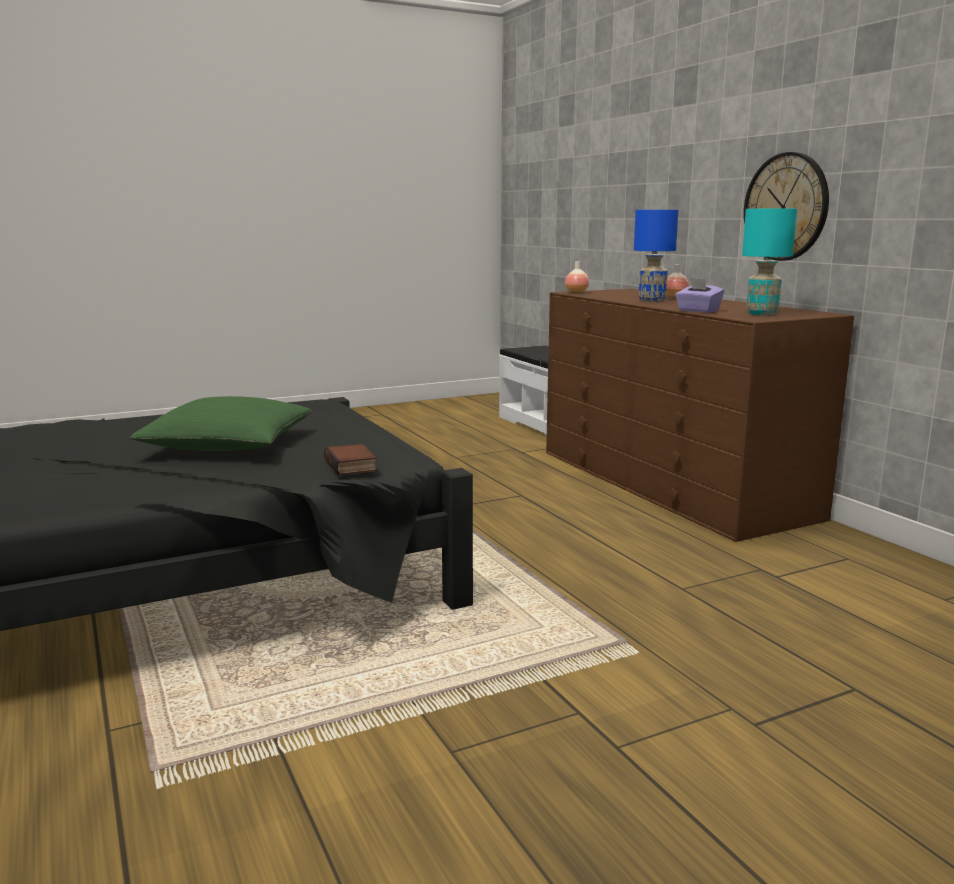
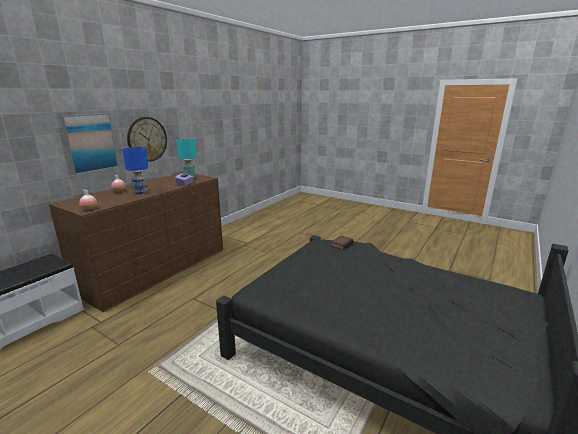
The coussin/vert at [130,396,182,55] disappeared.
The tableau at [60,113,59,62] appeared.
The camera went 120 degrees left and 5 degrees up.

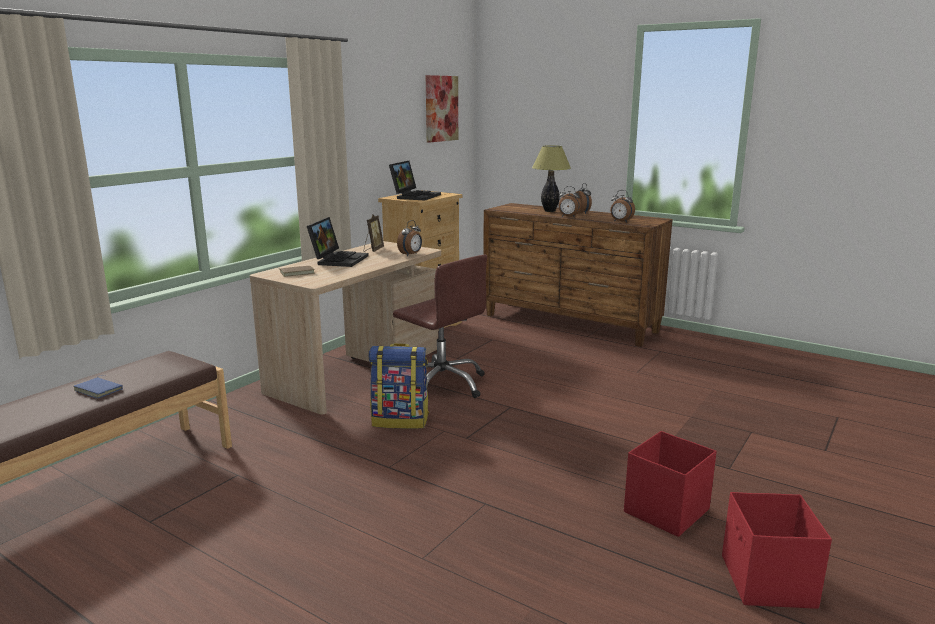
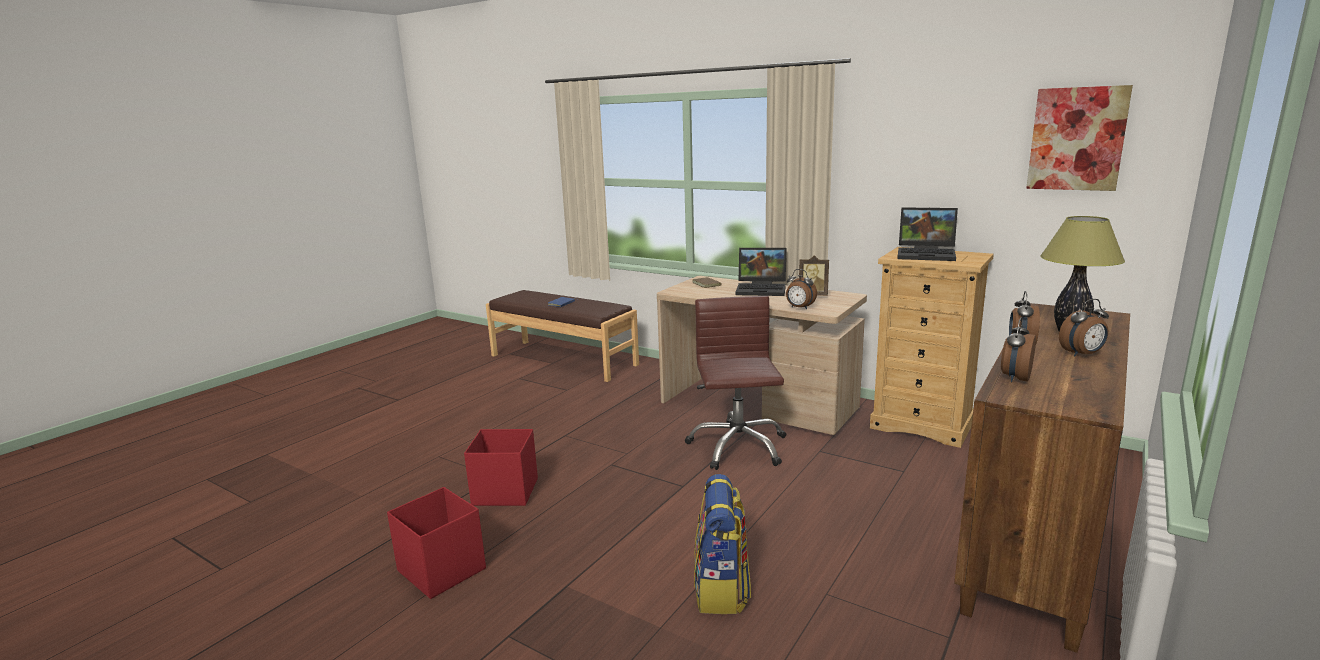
The sac à dos moved from [369,343,60,86] to [694,474,57,140].
The chaise de bureau/marron at [393,255,94,143] turned 135 degrees clockwise.
The boîte de rangement/rouge moved from [722,492,110,117] to [464,429,74,77].
The camera went 90 degrees right and 0 degrees up.

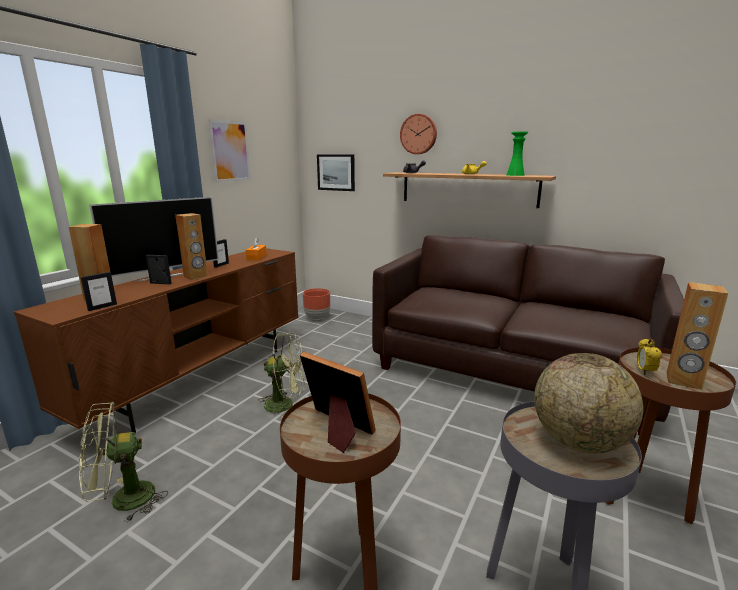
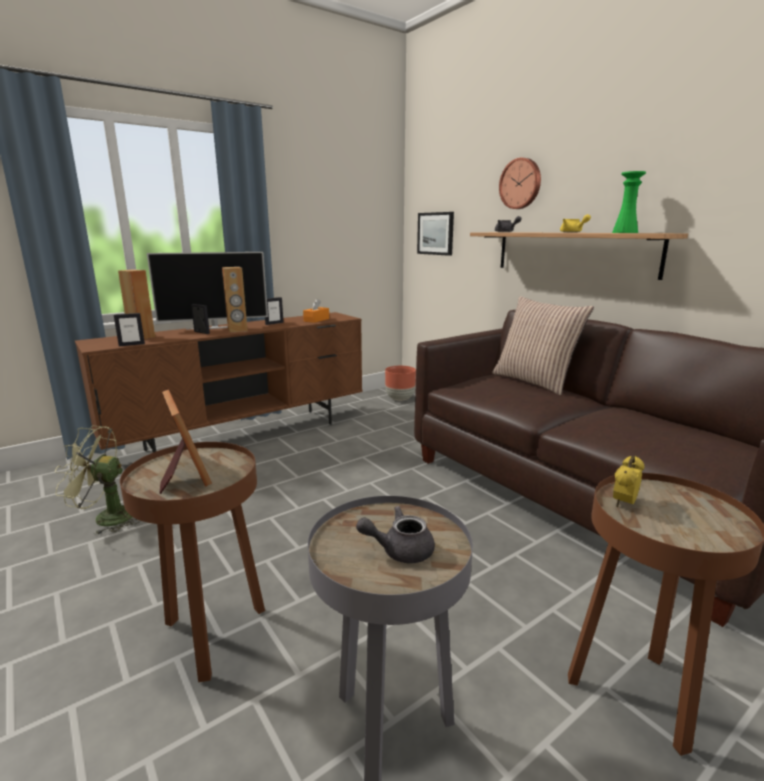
The tableau at [208,119,43,63] disappeared.
The ventilateur/vert at [258,333,48,85] disappeared.
The globe at [534,353,109,101] was replaced by the théière/gris at [356,506,79,57].
The enceinte/marron at [667,282,61,108] disappeared.
The coussin at [492,296,102,99] appeared.
The camera went 25 degrees right and 0 degrees up.

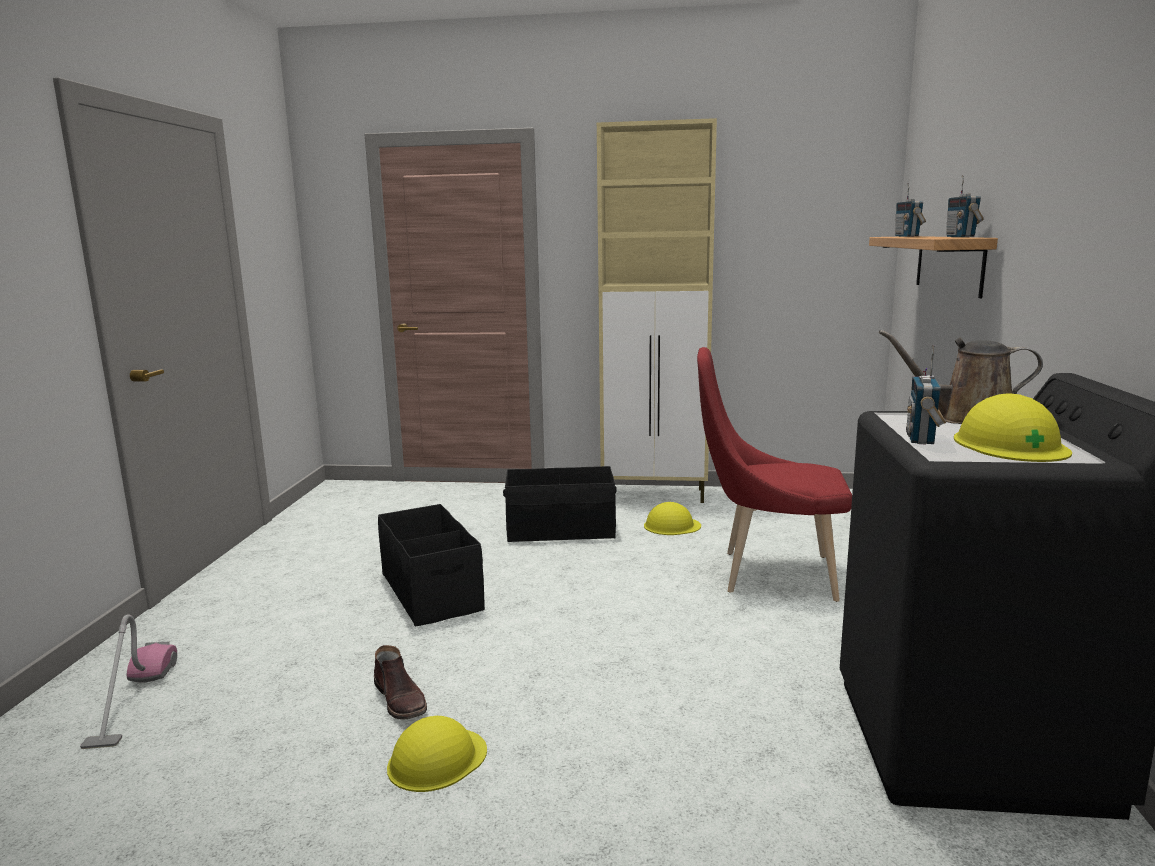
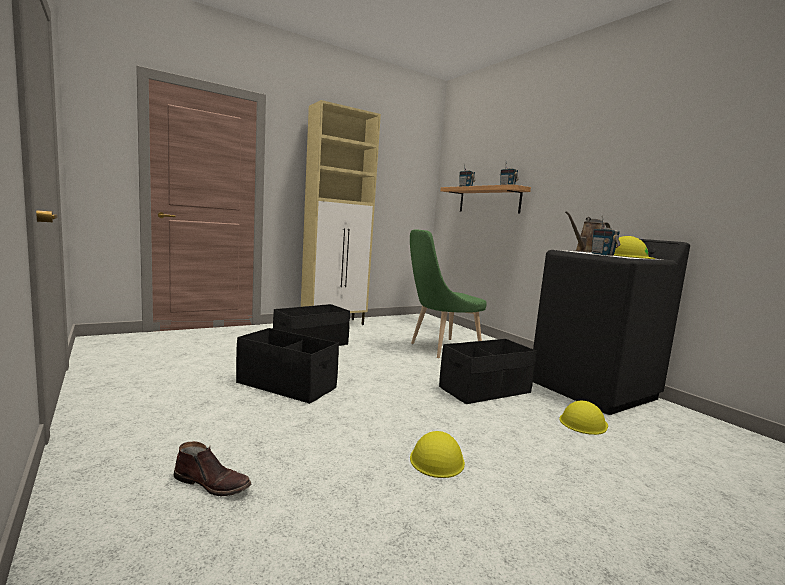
The aspirateur at [80,615,97,134] disappeared.
The botte/marron moved from [374,645,53,75] to [173,441,78,55].
The casque de chantier/jaune moved from [644,502,57,33] to [559,401,49,34].
The chaise/rouge at [697,347,155,255] became the chaise/vert at [410,229,77,129].
The boîte de rangement/noir at [439,339,98,65] appeared.
The camera went 40 degrees left and 5 degrees down.

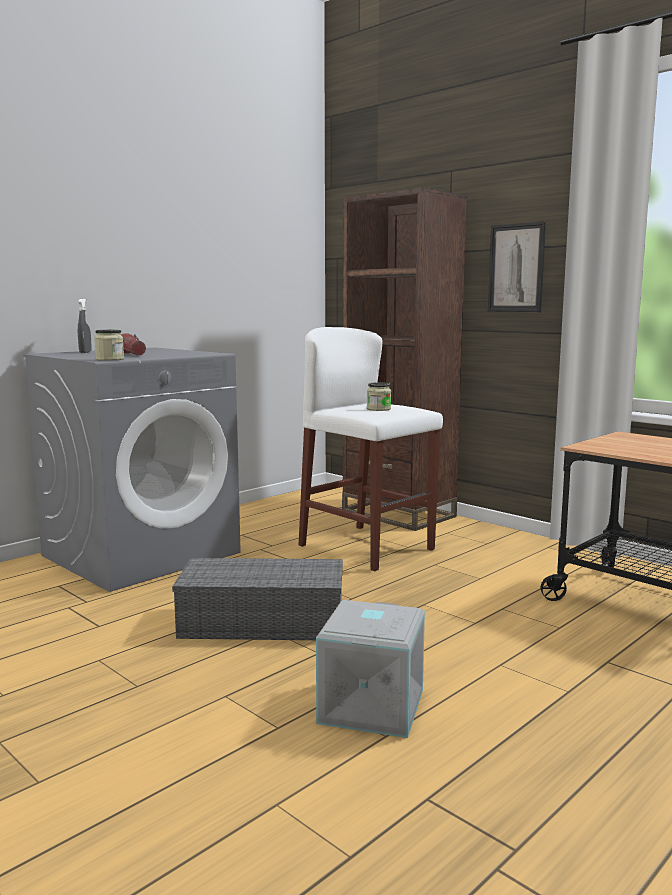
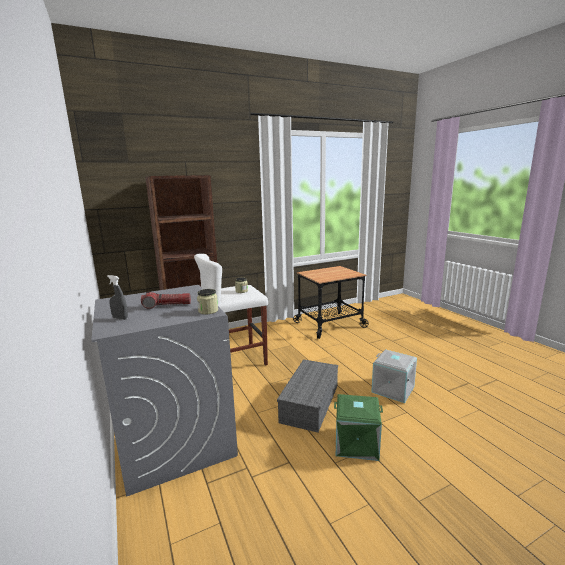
The tableau at [488,221,58,91] disappeared.
The boîte de rangement/vert at [334,394,49,67] appeared.
The camera went 70 degrees left and 5 degrees up.

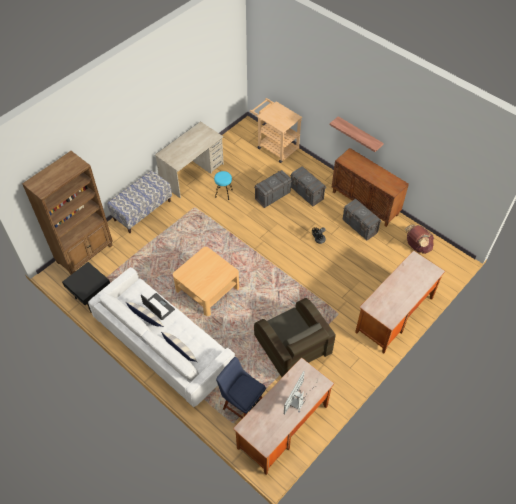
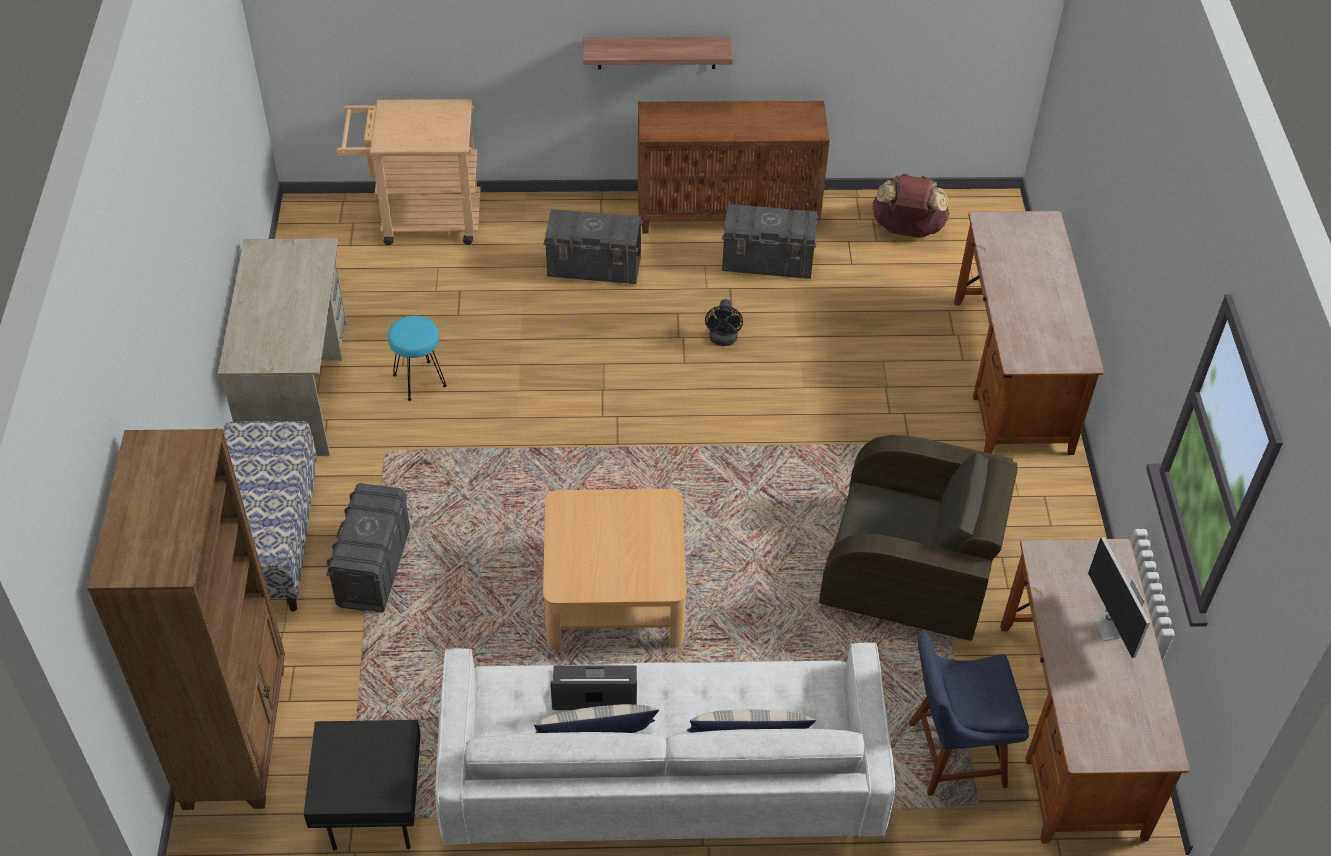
The boîte de rangement/gris moved from [254,170,38,38] to [326,483,84,129].
The camera went 45 degrees left and 5 degrees down.

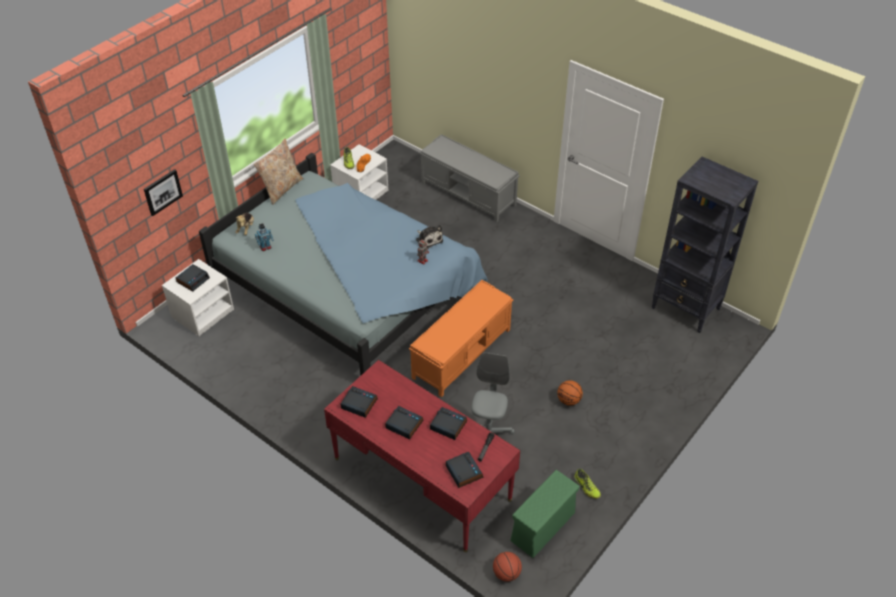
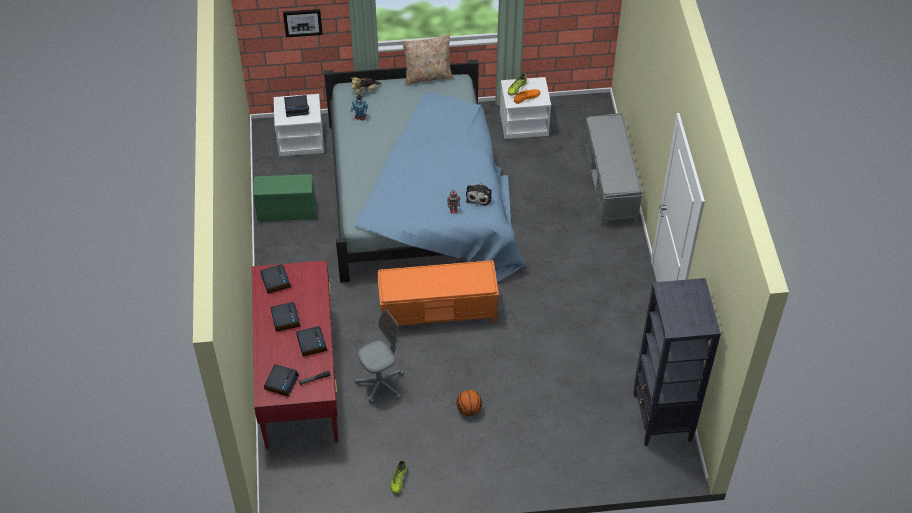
The ballon de basket at [493,552,29,30] disappeared.
The boîte de rangement/vert moved from [511,470,69,88] to [253,174,63,47].
The camera went 45 degrees right and 5 degrees up.

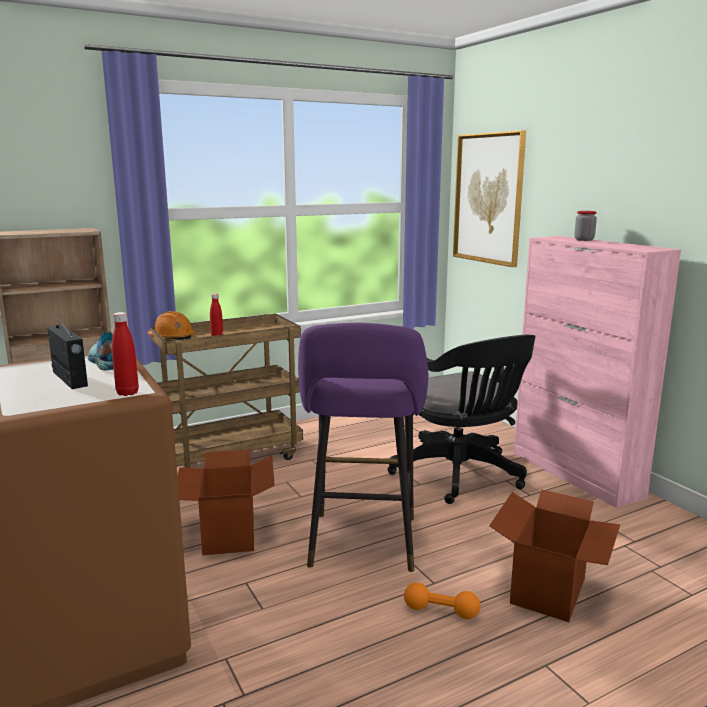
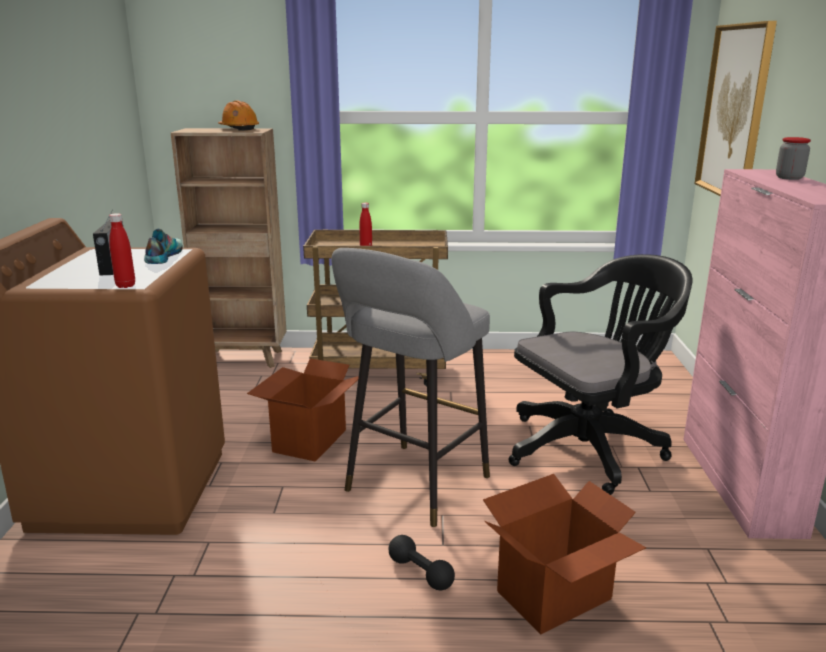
The casque de chantier/orange moved from [148,311,47,29] to [218,100,41,31].
The tabouret/violet at [298,323,130,249] became the tabouret/gris at [332,248,158,279].
The chaise de bureau/noir at [388,335,147,169] turned 120 degrees counterclockwise.
The haltère/orange at [404,582,76,37] became the haltère/noir at [389,535,66,55].
The camera went 30 degrees right and 5 degrees up.

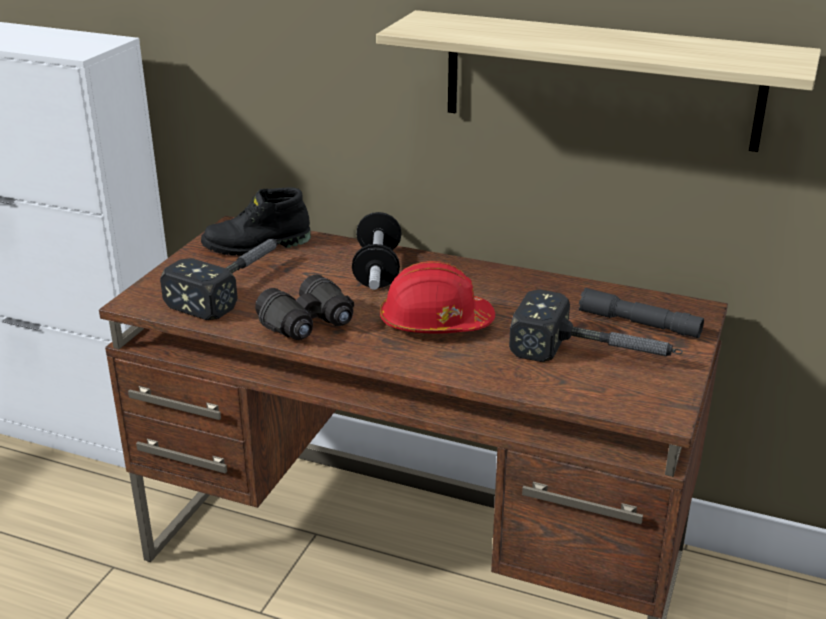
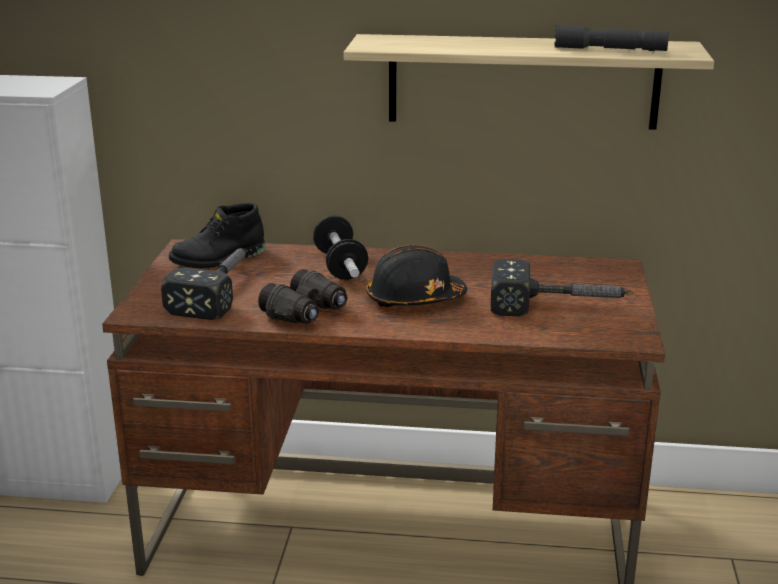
The casque de chantier/rouge at [380,261,115,73] became the casque de chantier/noir at [366,244,101,63].
The lampe de poche/gris moved from [579,288,125,50] to [554,25,115,26].
The camera went 15 degrees left and 5 degrees down.

